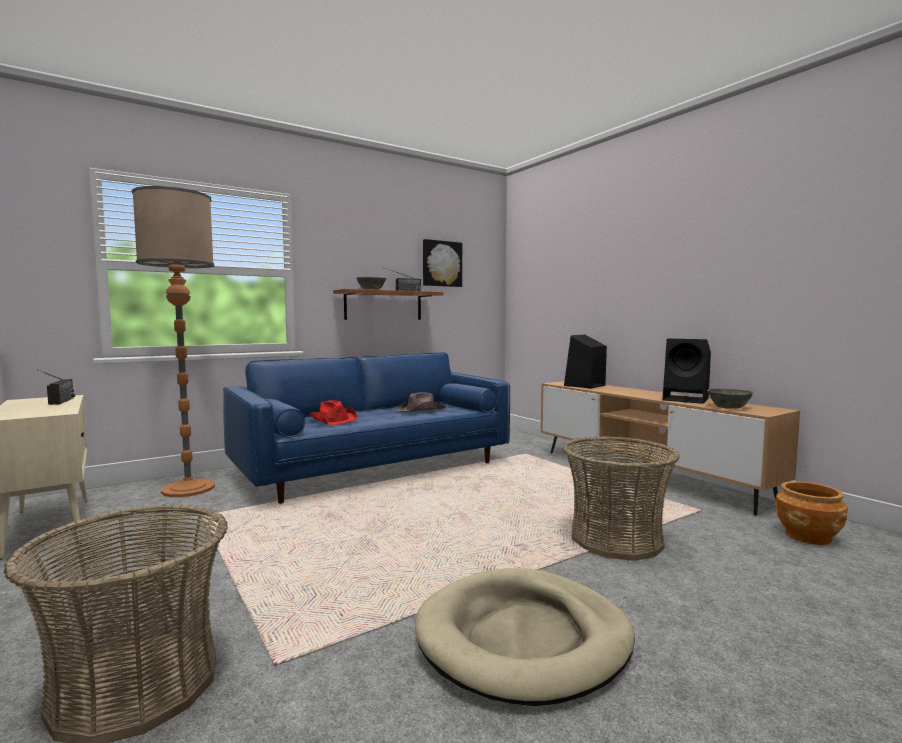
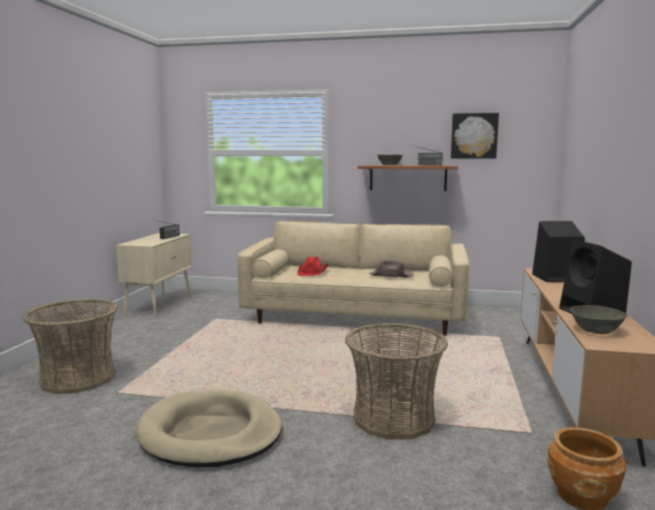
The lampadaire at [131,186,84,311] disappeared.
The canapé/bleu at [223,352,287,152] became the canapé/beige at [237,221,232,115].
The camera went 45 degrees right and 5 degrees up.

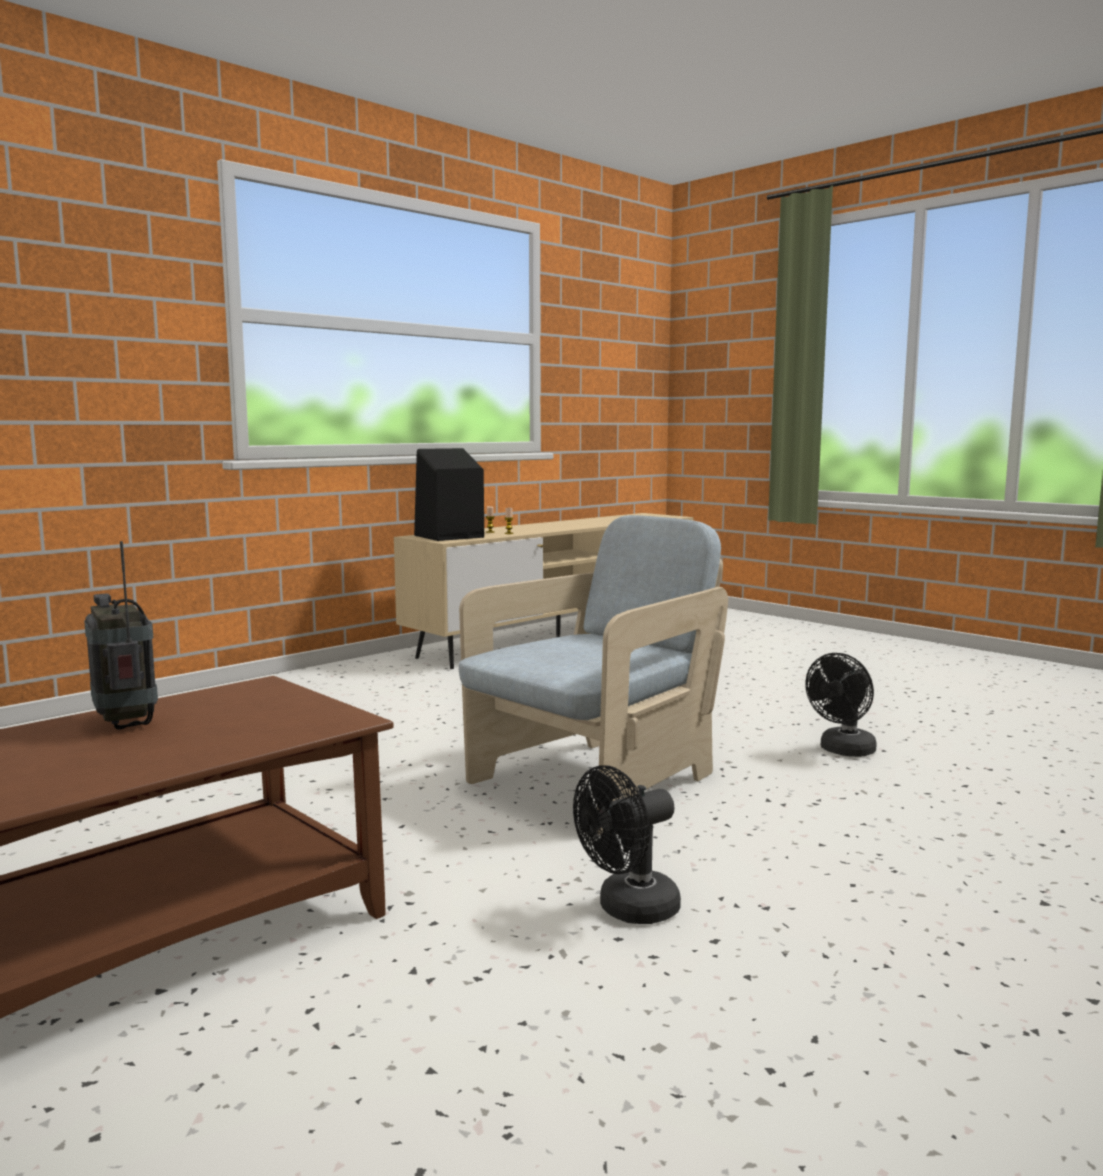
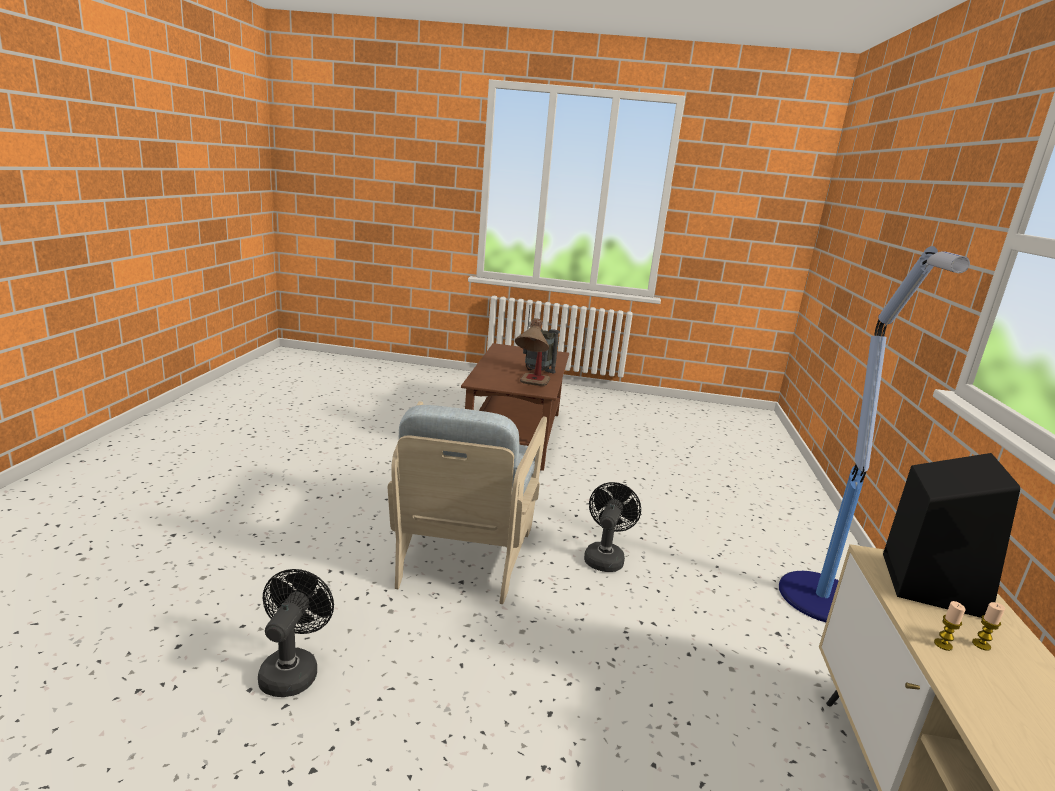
The ventilateur/noir moved from [573,765,108,159] to [584,482,57,90].
The lampe de table at [515,318,35,68] appeared.
The lampadaire at [779,246,191,376] appeared.
The camera went 140 degrees right and 10 degrees up.

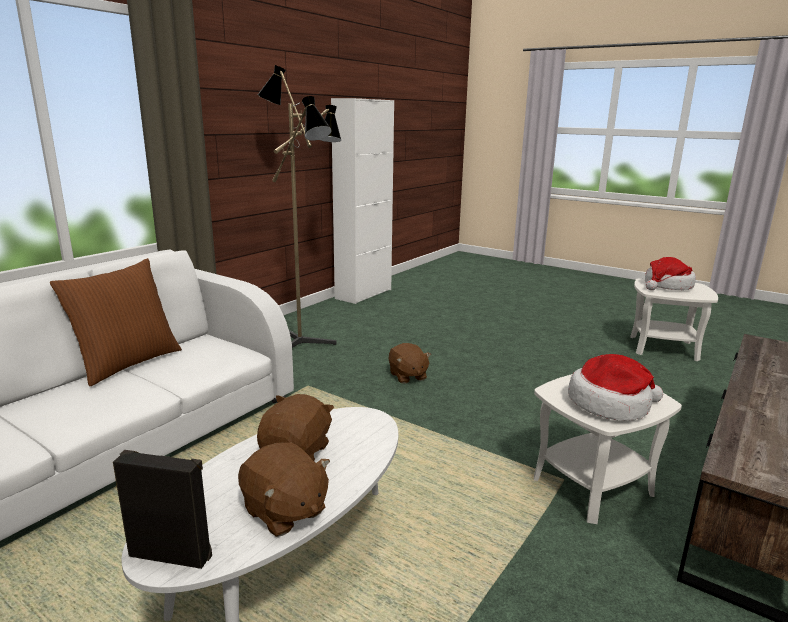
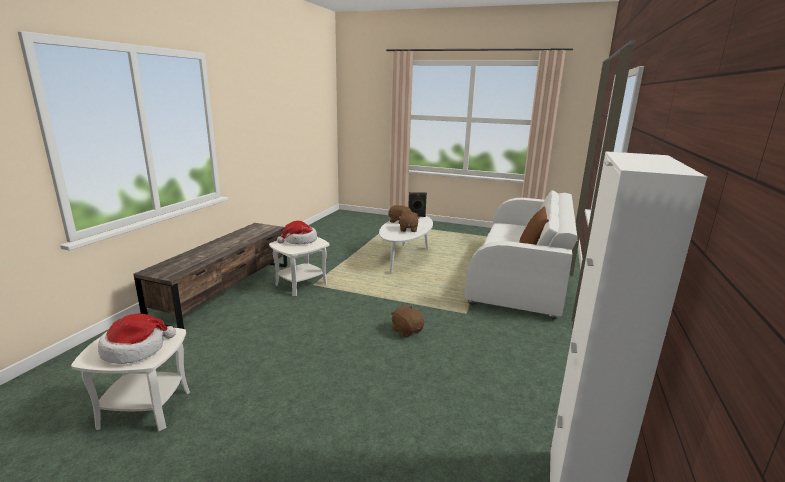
The lampadaire at [258,65,83,283] disappeared.
The camera went 165 degrees right and 0 degrees up.

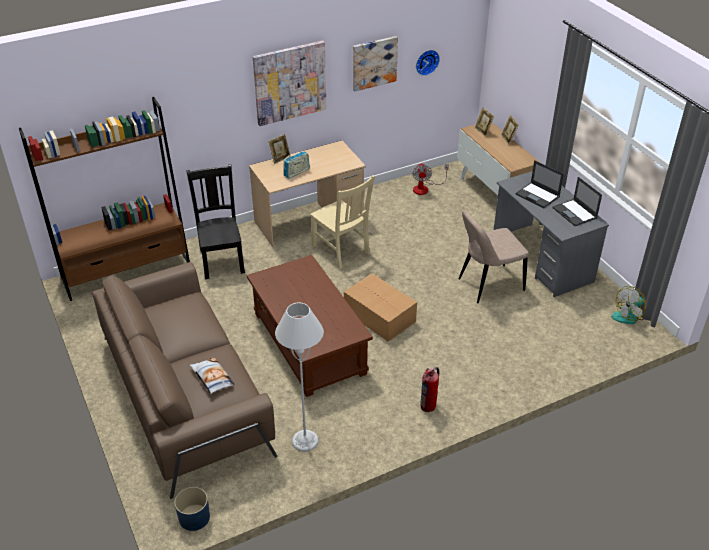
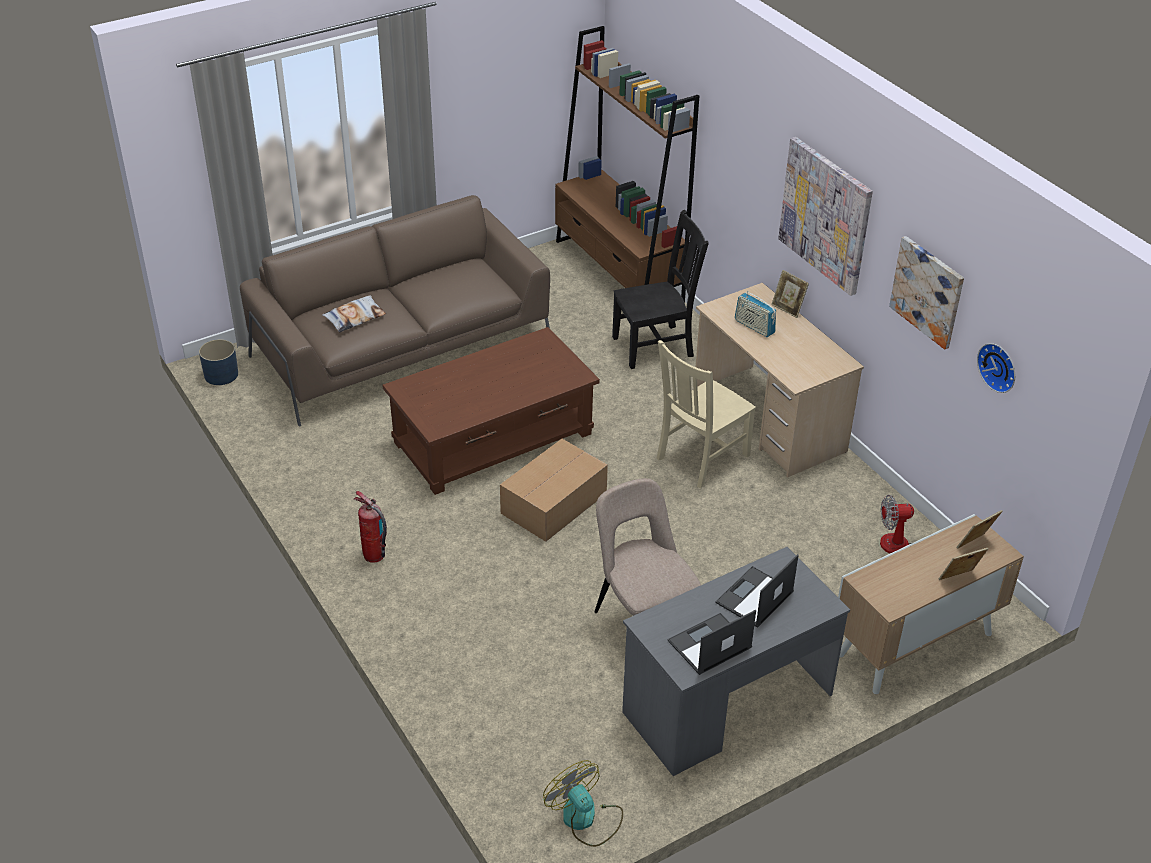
The lampadaire/gris at [275,303,49,149] disappeared.
The camera went 85 degrees right and 0 degrees up.

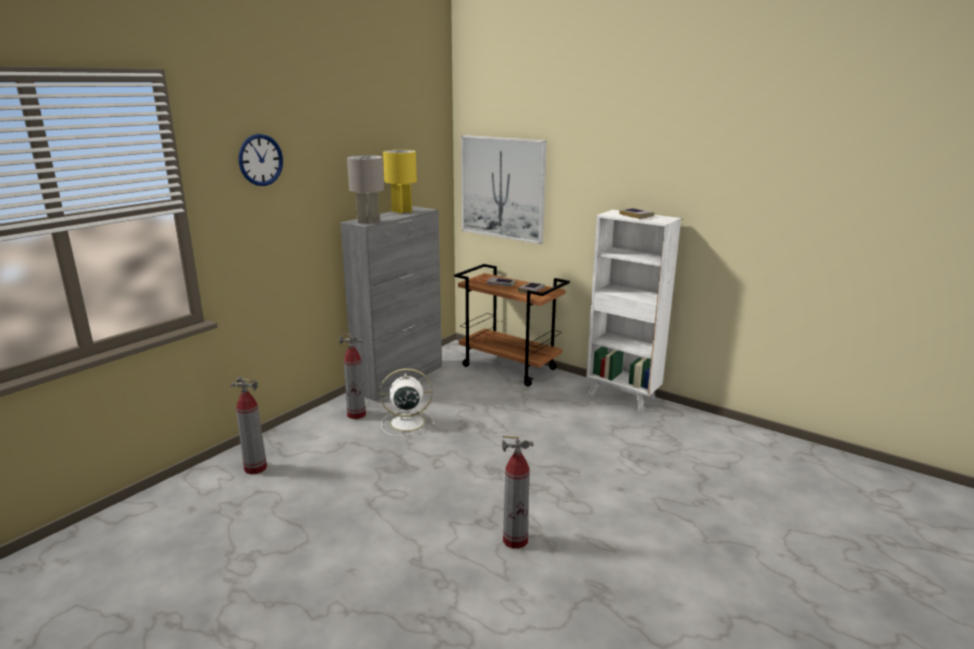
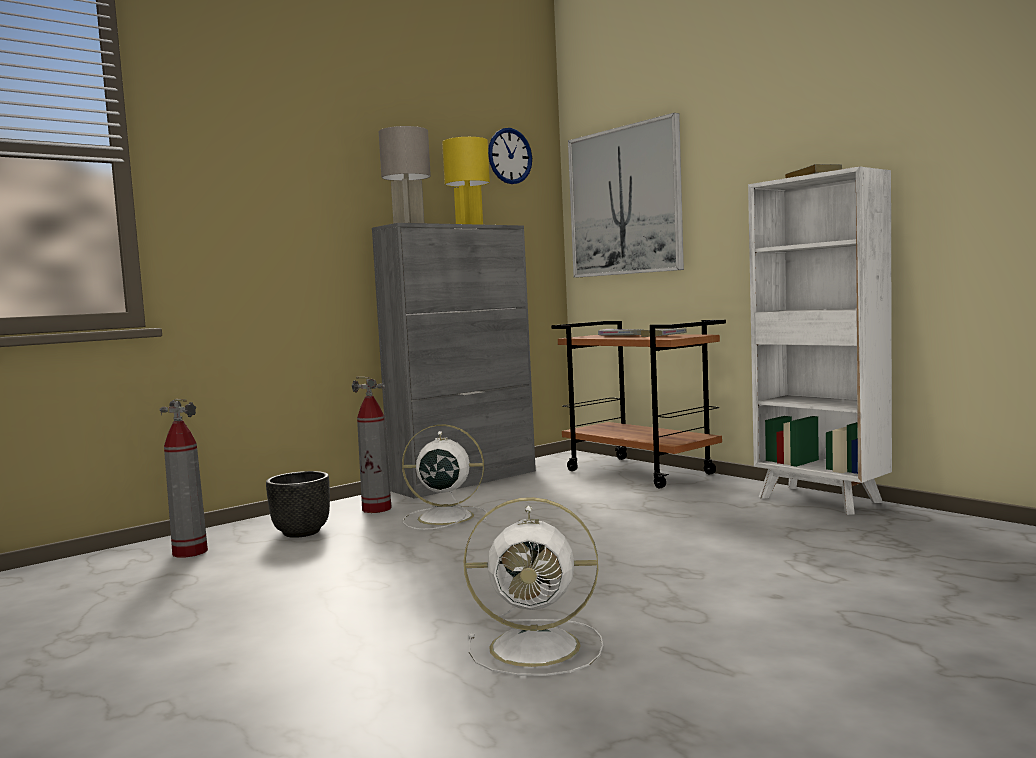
The horloge murale moved from [239,134,44,52] to [488,128,44,56].
The extincteur at [502,435,32,114] was replaced by the ventilateur/blanc at [464,497,139,179].
The cache-pot/noir at [266,471,64,67] appeared.
The camera went 15 degrees right and 15 degrees down.

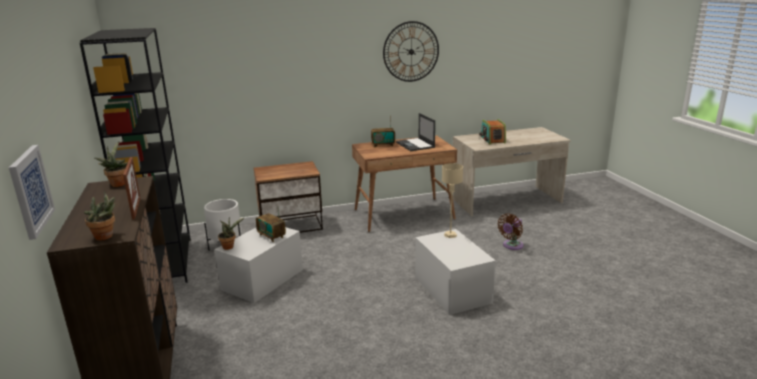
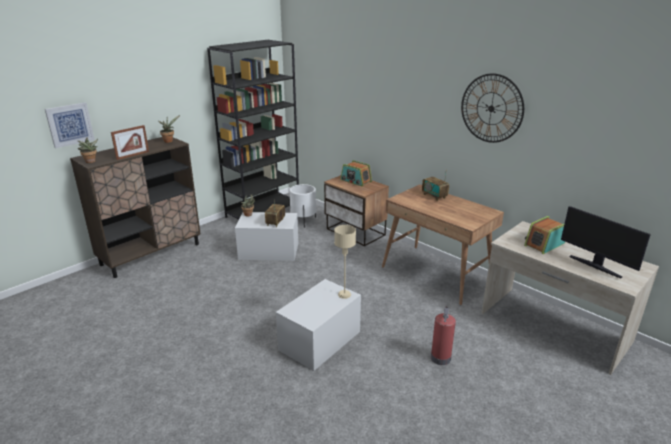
The ordinateur portable at [396,113,39,38] disappeared.
The ventilateur/marron at [497,213,27,37] was replaced by the extincteur at [431,306,25,59].
The radio at [340,160,32,26] appeared.
The écran d'ordinateur at [561,206,90,73] appeared.
The camera went 60 degrees right and 5 degrees up.

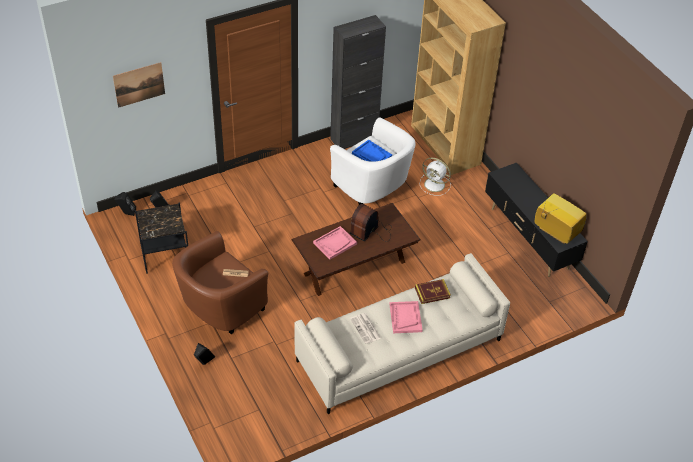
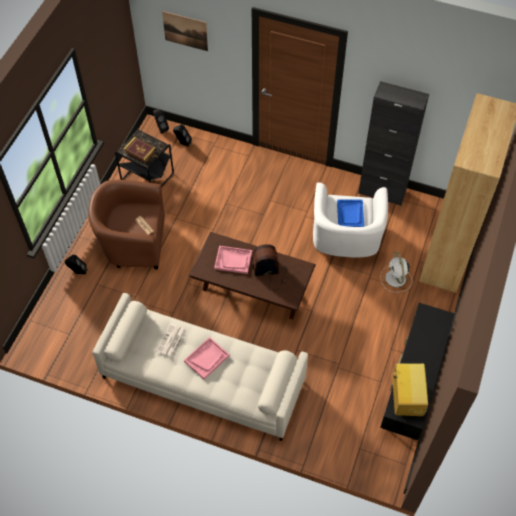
The livre moved from [415,279,36,25] to [123,137,33,26].
The camera went 50 degrees right and 10 degrees up.

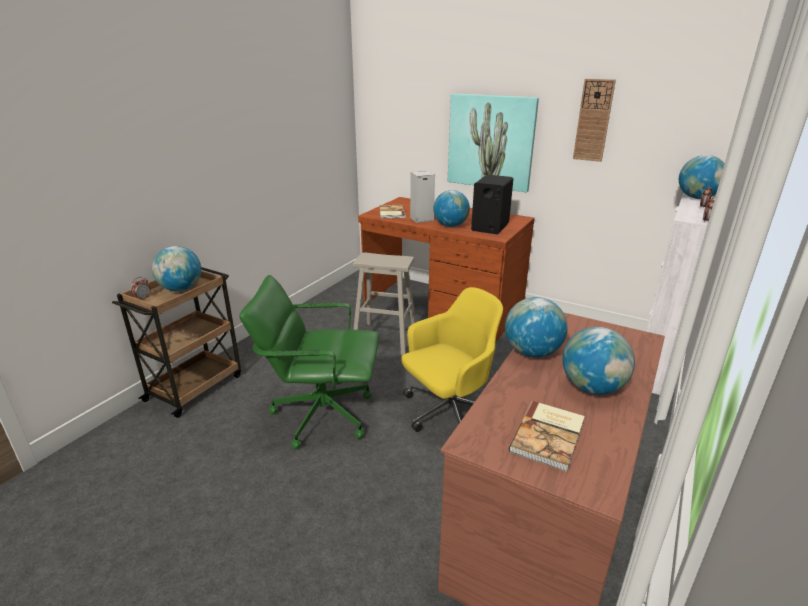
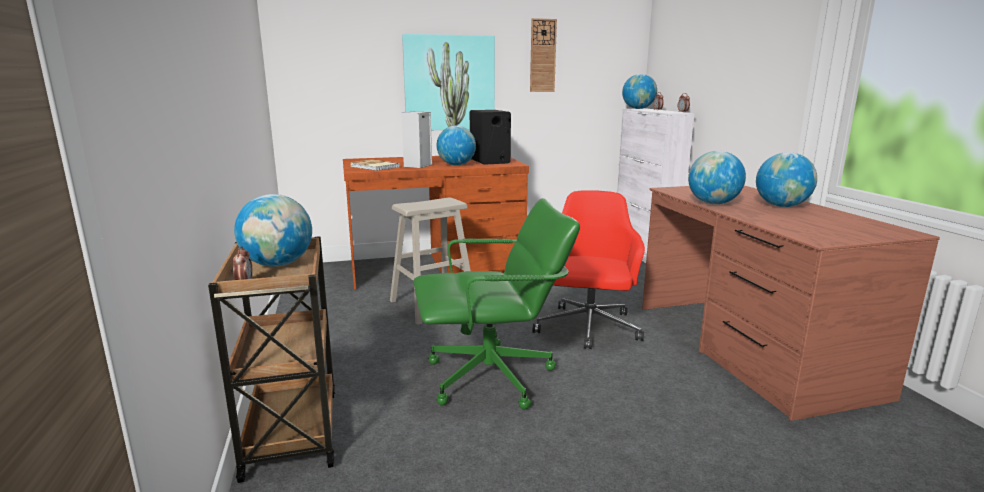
The chaise de bureau/vert at [239,275,140,174] turned 150 degrees counterclockwise.
The chaise de bureau/jaune at [401,287,102,145] became the chaise de bureau/rouge at [533,190,112,159].
The livre at [509,401,76,71] disappeared.
The camera went 45 degrees left and 10 degrees down.

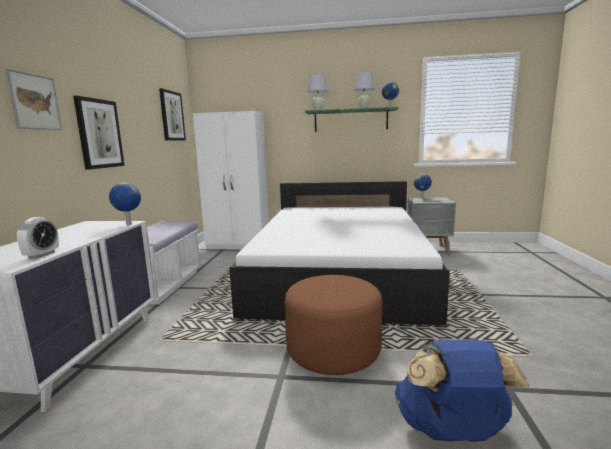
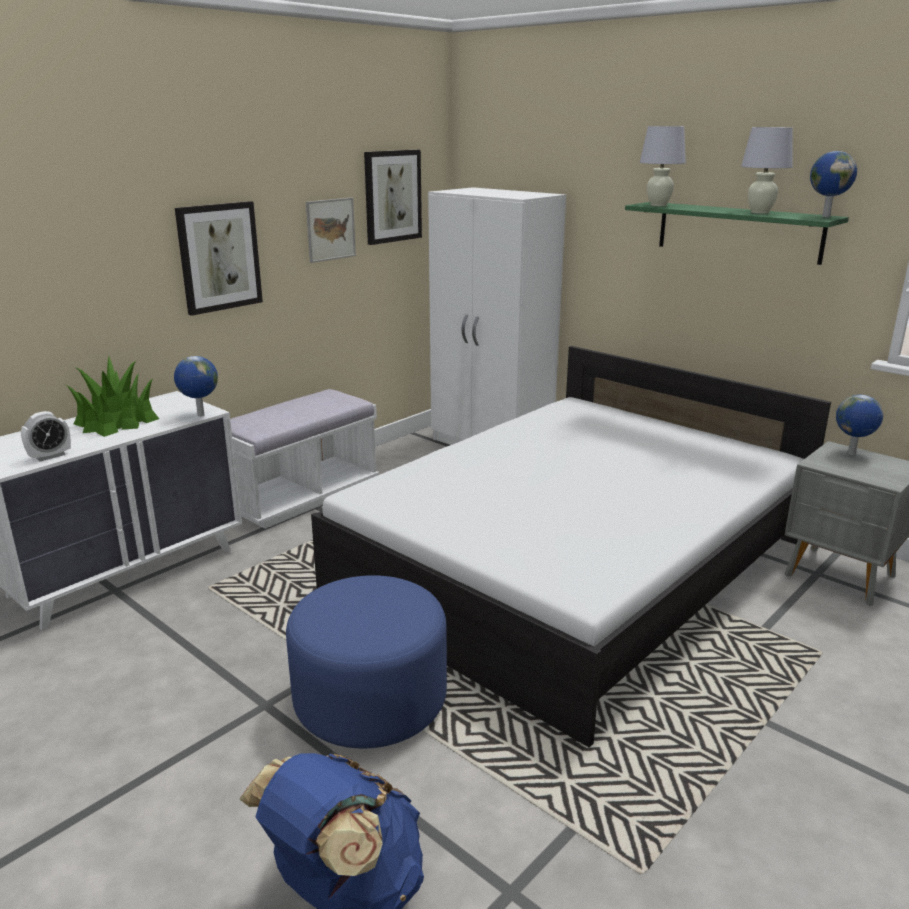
The tableau moved from [5,68,57,62] to [306,198,50,65].
The pouf/marron at [284,275,98,100] became the pouf/bleu at [286,575,161,173].
The plante en pot at [66,356,93,81] appeared.
The camera went 35 degrees right and 10 degrees up.

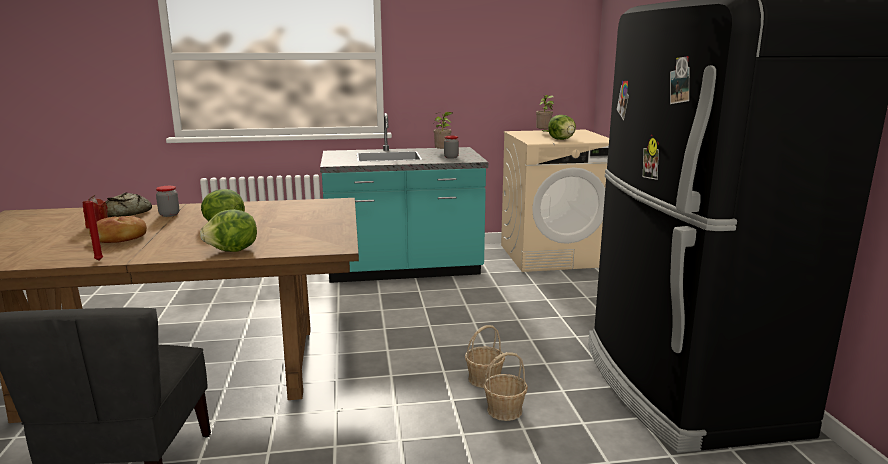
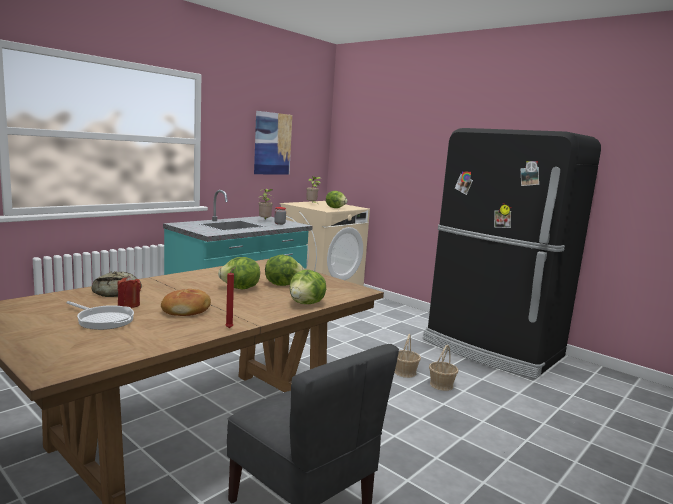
The bocal at [156,186,23,31] disappeared.
The poêle at [66,301,68,29] appeared.
The tableau at [254,111,38,63] appeared.
The laitue at [265,255,39,31] appeared.
The camera went 40 degrees left and 5 degrees down.

